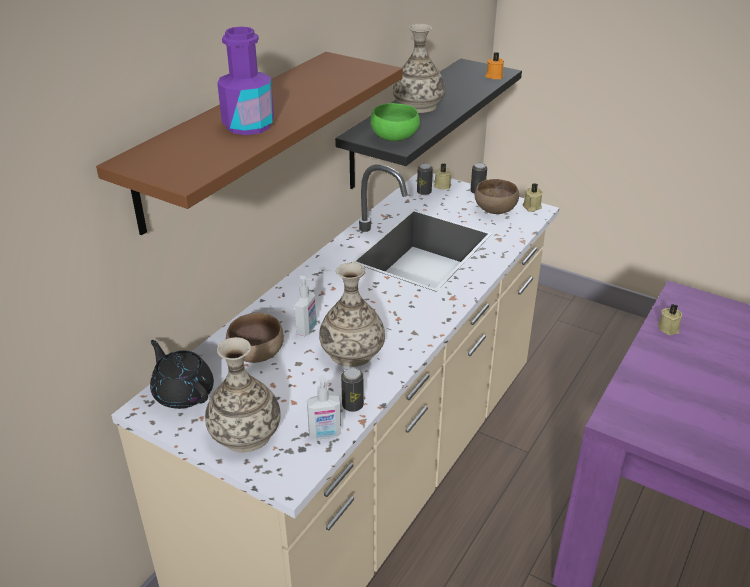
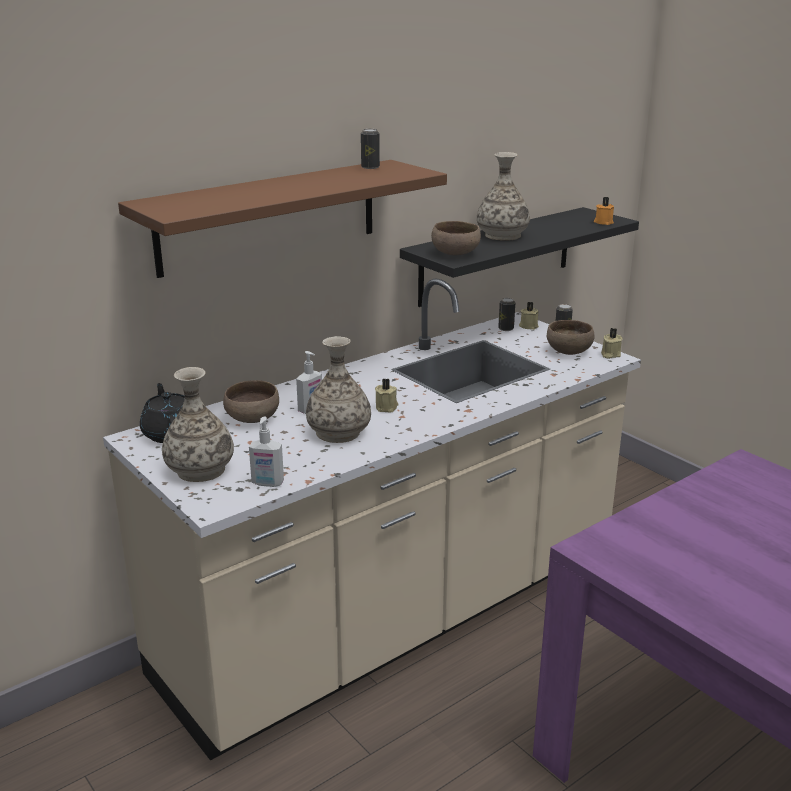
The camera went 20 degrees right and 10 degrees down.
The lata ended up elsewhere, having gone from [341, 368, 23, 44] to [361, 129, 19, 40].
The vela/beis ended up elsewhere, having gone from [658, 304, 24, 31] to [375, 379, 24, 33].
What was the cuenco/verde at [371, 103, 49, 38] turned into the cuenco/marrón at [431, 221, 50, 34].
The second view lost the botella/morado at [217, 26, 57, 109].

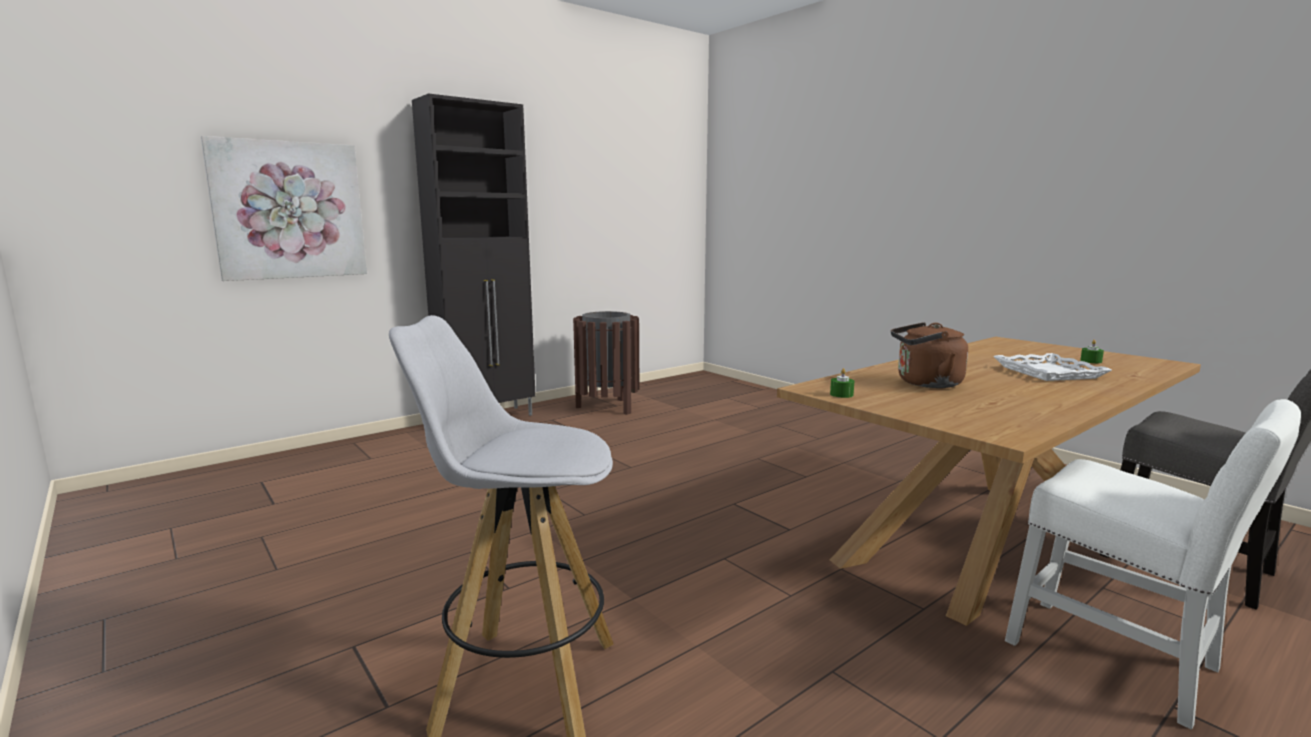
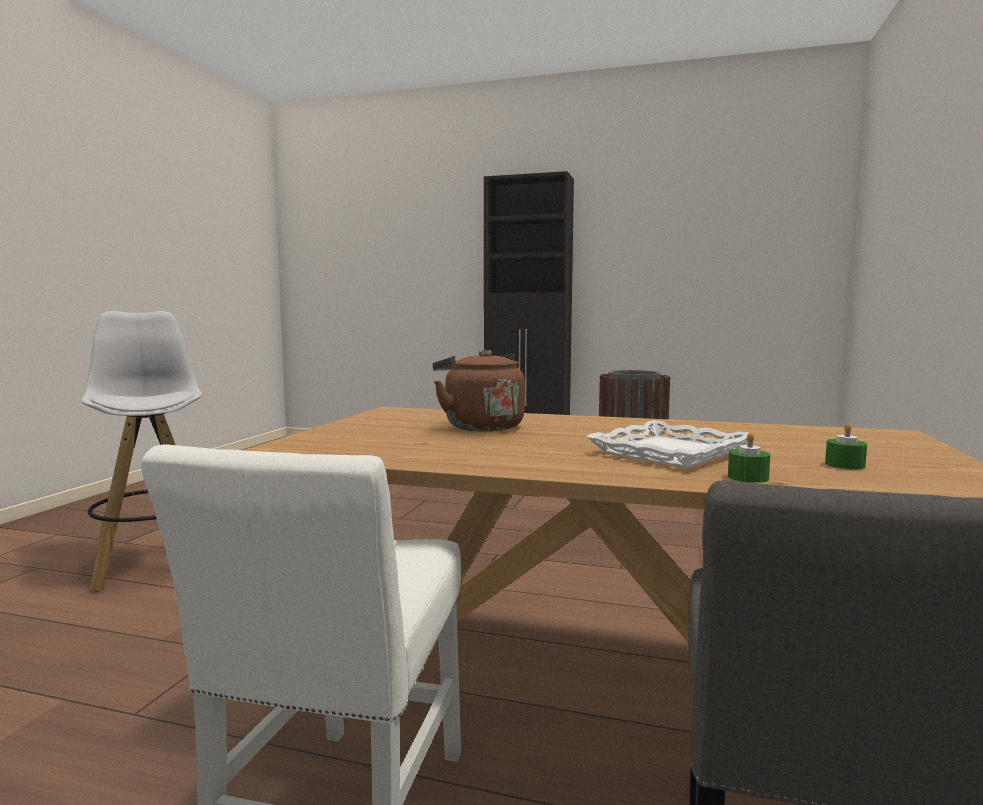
The camera went 55 degrees right and 5 degrees down.
The vela/verde ended up elsewhere, having gone from [830, 368, 24, 30] to [728, 432, 43, 51].
The second view lost the cuadro at [201, 136, 166, 145].

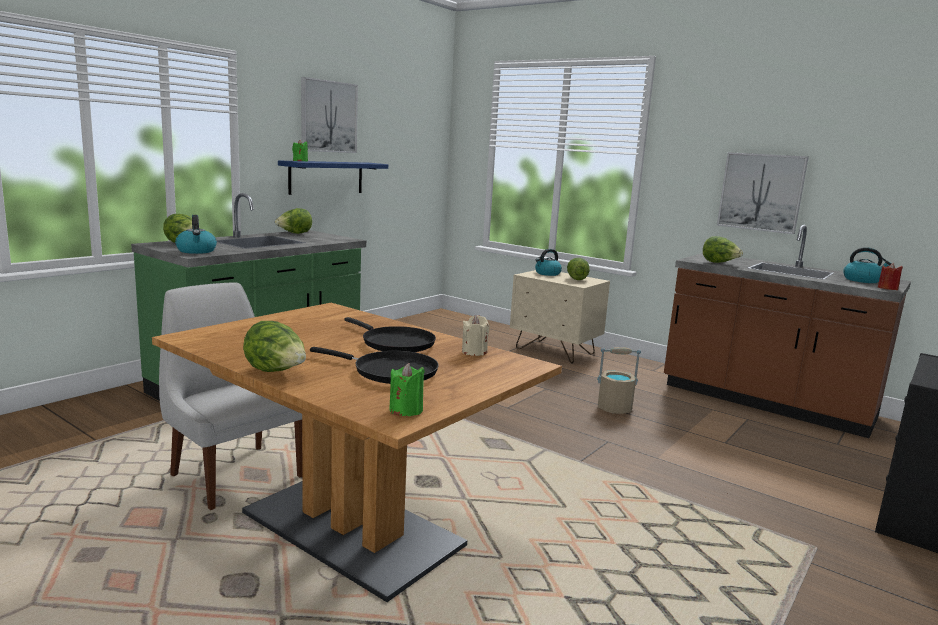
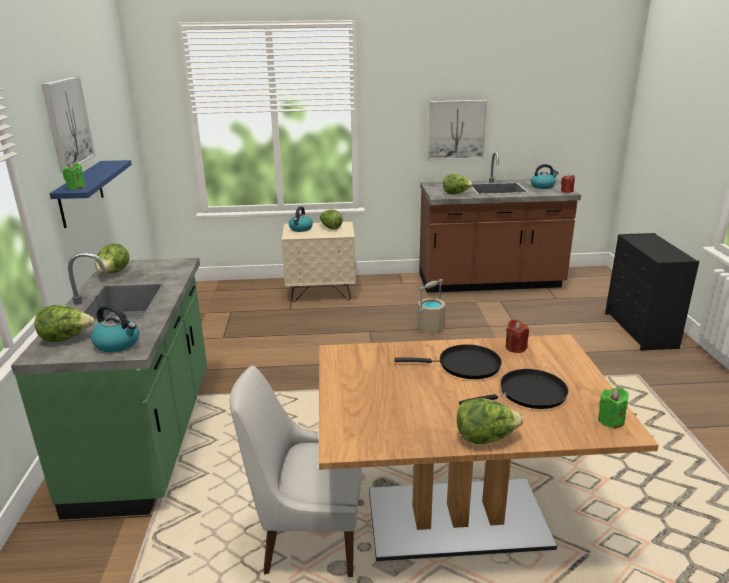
The camera went 40 degrees left and 10 degrees up.
What was the vela/beis at [462, 315, 27, 41] turned into the vela/rojo at [506, 319, 23, 34].

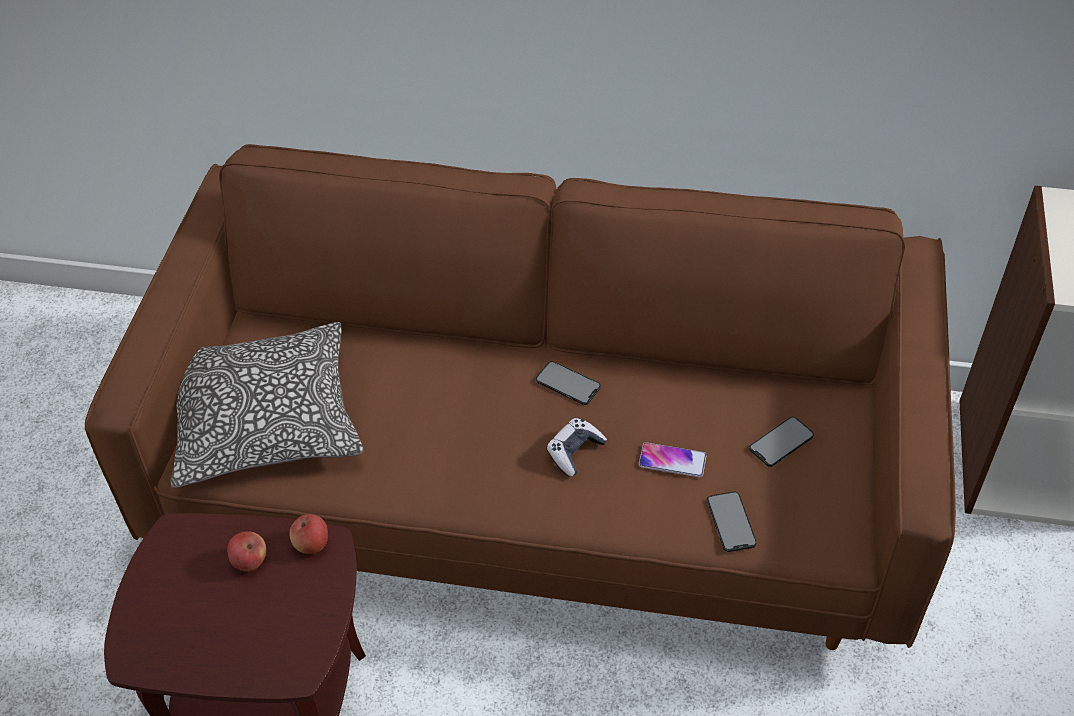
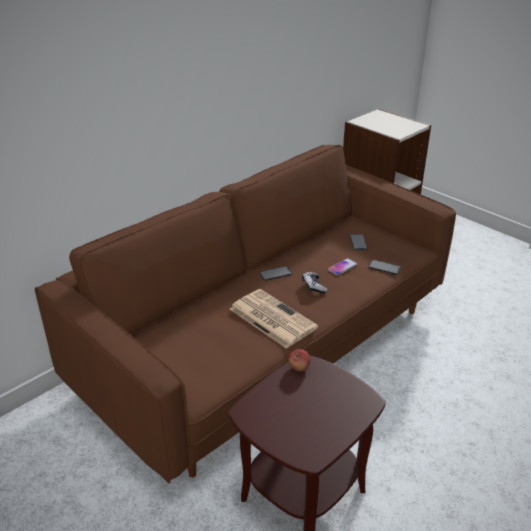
The camera went 55 degrees left and 15 degrees down.
The second view gained the periódico at [230, 289, 88, 60].
The second view lost the cojín at [171, 322, 193, 166].
The second view lost the manzana at [227, 531, 39, 40].

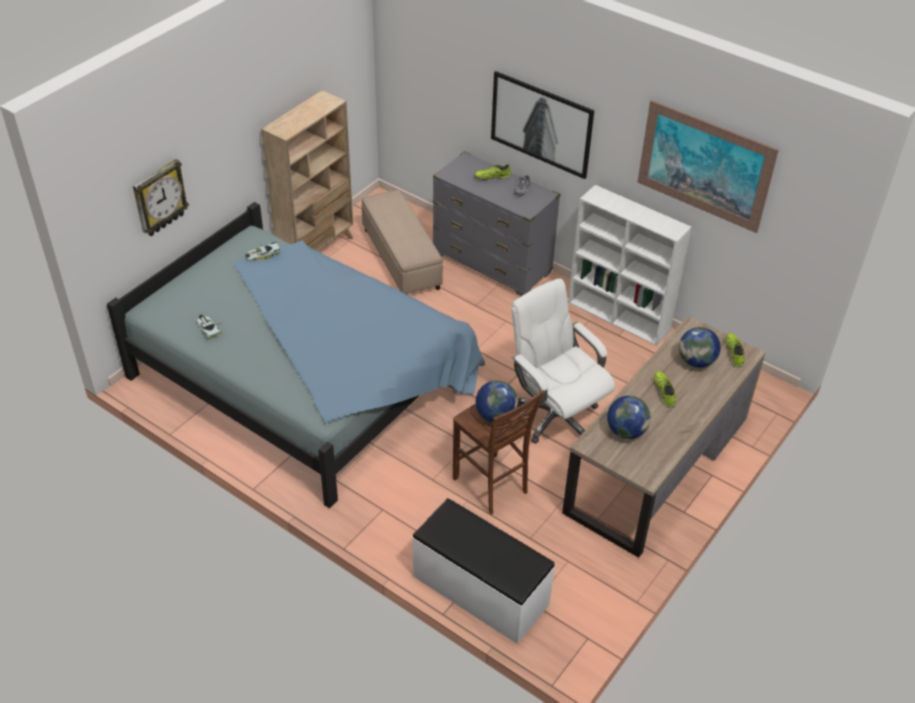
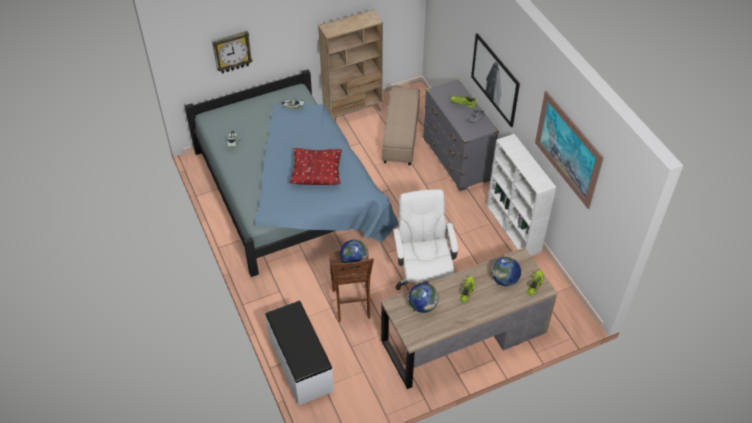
The camera went 30 degrees right and 5 degrees up.
The second view gained the cojín/rojo at [289, 148, 53, 37].

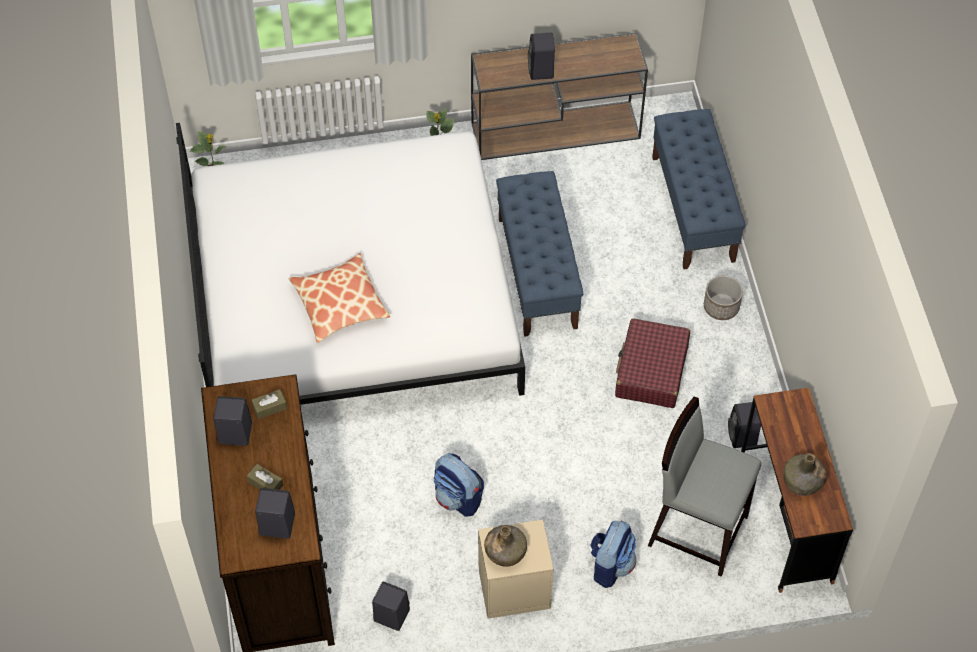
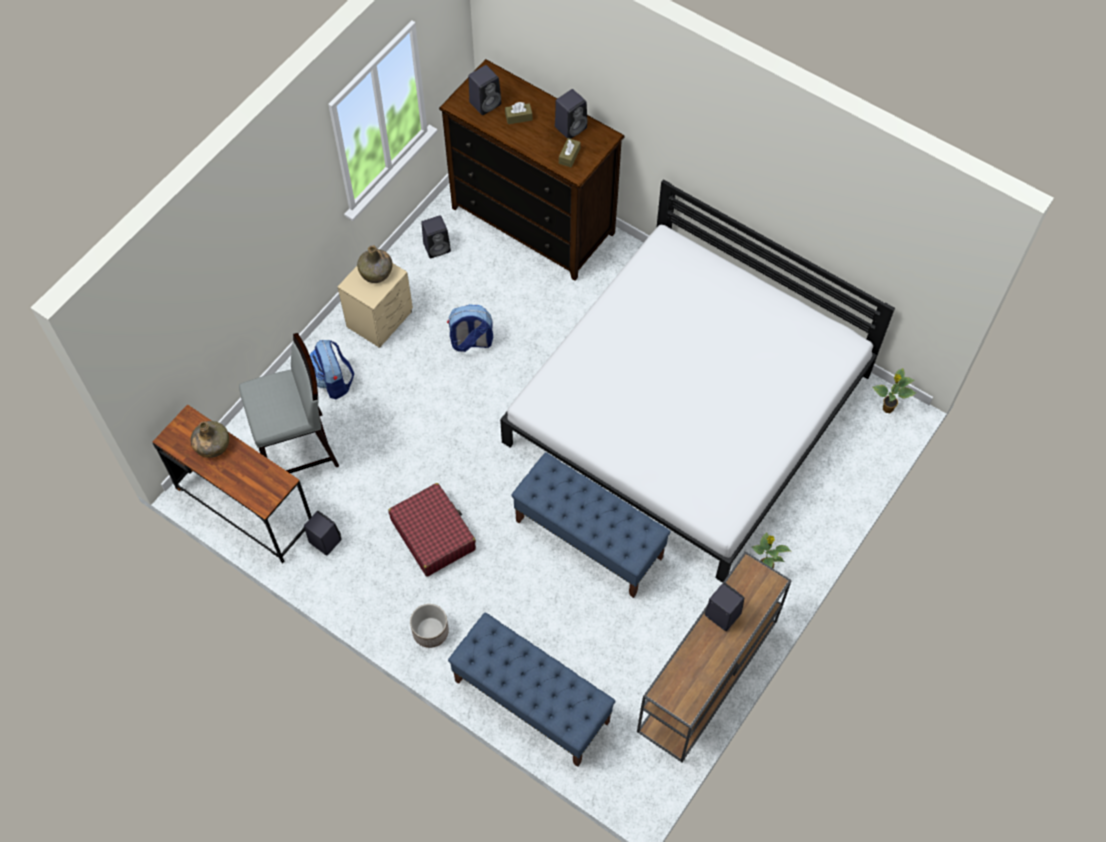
The camera went 135 degrees right and 5 degrees up.
The second view lost the cojín at [289, 253, 101, 90].

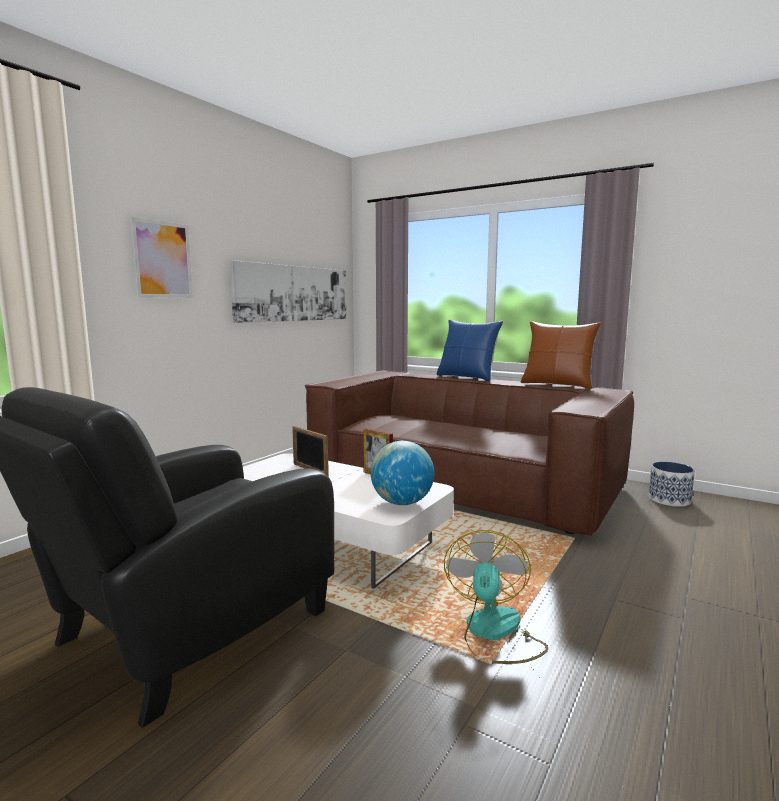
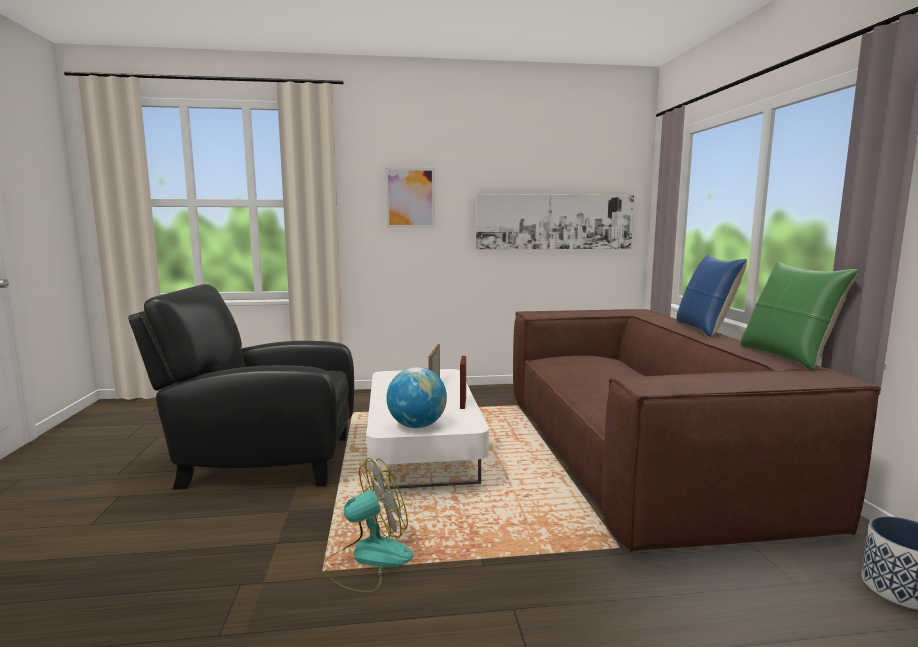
The camera went 50 degrees right and 0 degrees up.
What was the cojín/marrón at [521, 321, 80, 68] turned into the cojín/verde at [740, 261, 119, 109].

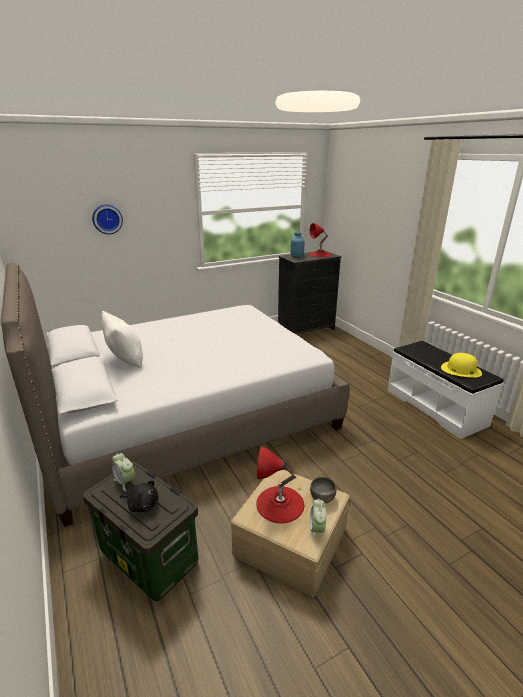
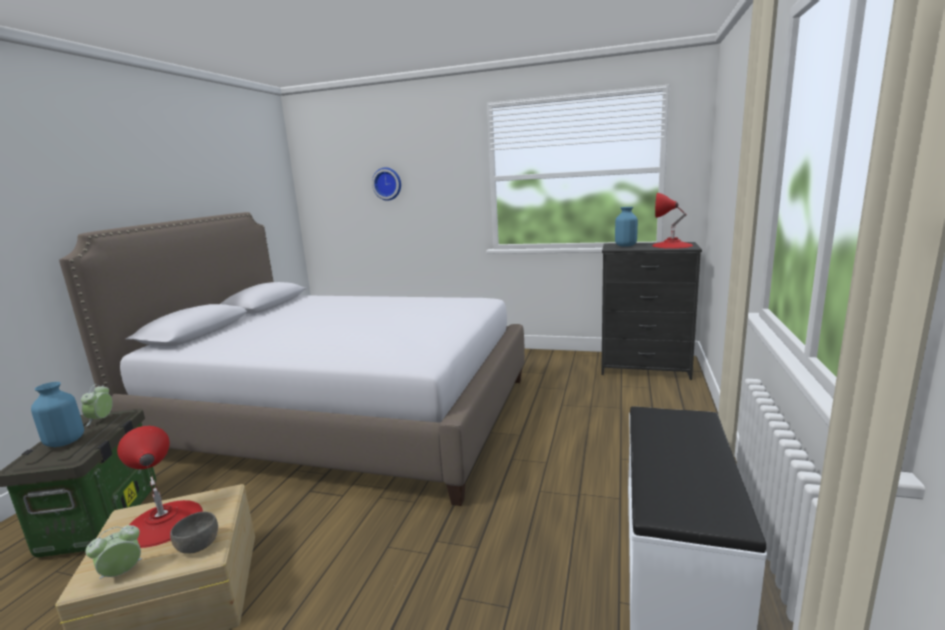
The camera went 45 degrees right and 10 degrees down.
Where the peluche/negro stood at [120, 480, 38, 32], the florero/azul came to stand at [31, 382, 53, 65].
The second view lost the cojín/blanco at [102, 311, 41, 57].
The second view lost the sombrero/amarillo at [441, 353, 41, 25].

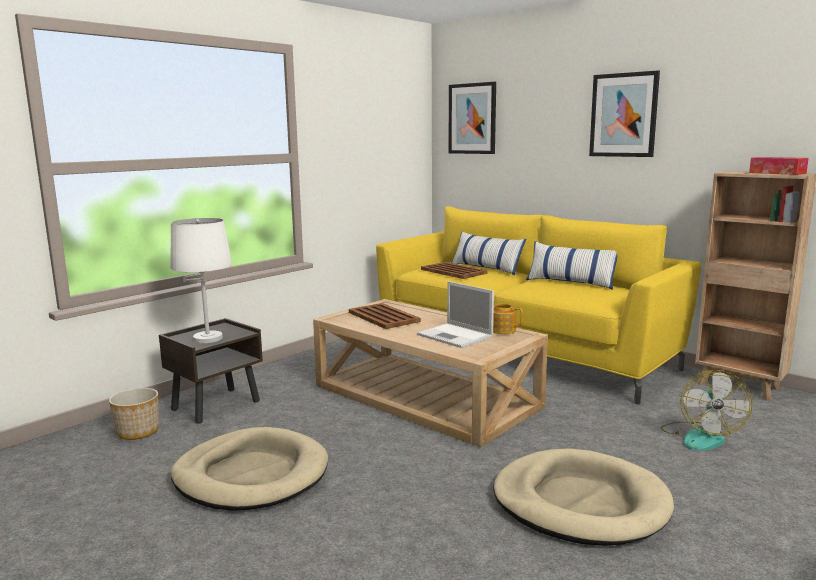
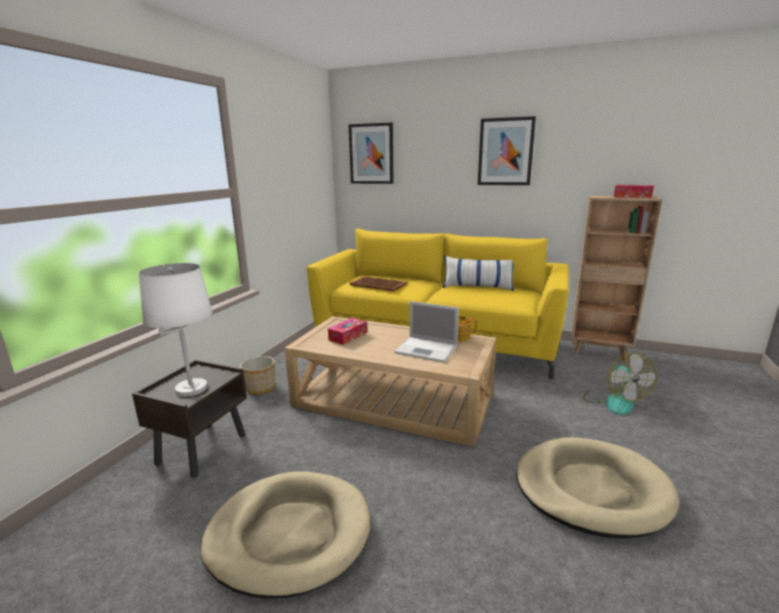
The camera went 20 degrees left and 5 degrees up.
The maceta ended up elsewhere, having gone from [109, 388, 50, 52] to [240, 356, 35, 39].
Where the bandeja/marrón stood at [349, 303, 72, 26], the caja de pañuelos came to stand at [328, 318, 39, 27].
The second view lost the cojín at [451, 232, 75, 43].

